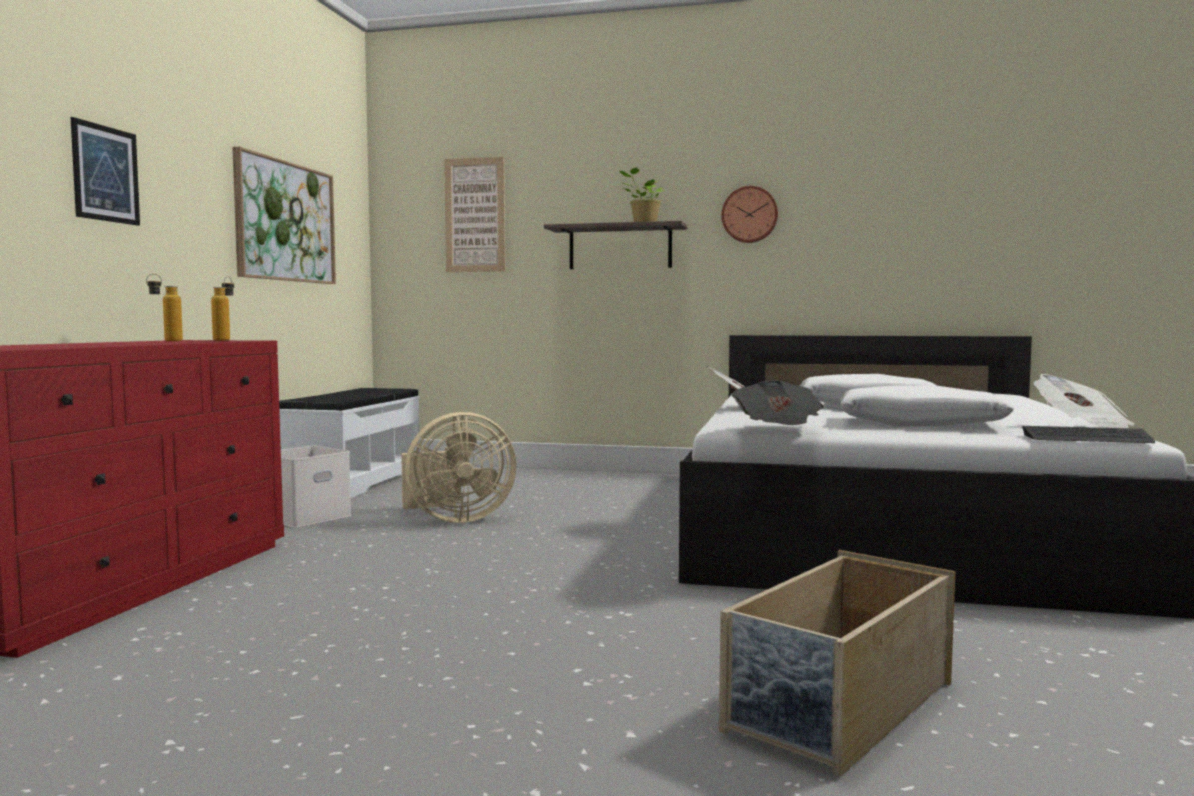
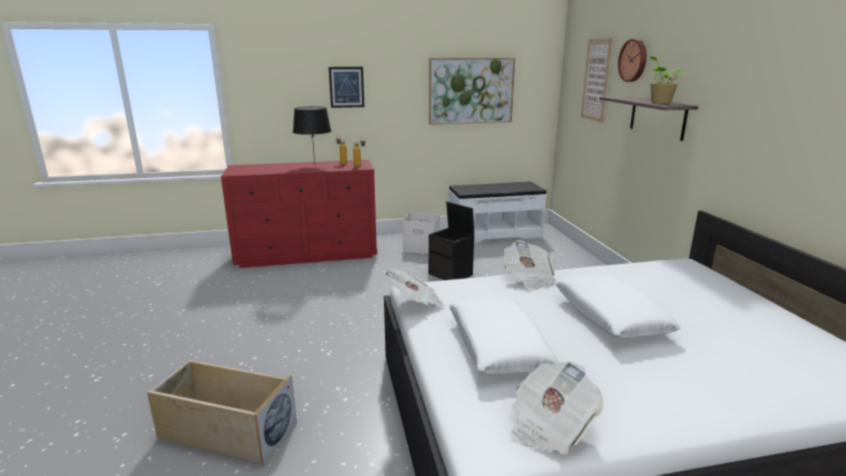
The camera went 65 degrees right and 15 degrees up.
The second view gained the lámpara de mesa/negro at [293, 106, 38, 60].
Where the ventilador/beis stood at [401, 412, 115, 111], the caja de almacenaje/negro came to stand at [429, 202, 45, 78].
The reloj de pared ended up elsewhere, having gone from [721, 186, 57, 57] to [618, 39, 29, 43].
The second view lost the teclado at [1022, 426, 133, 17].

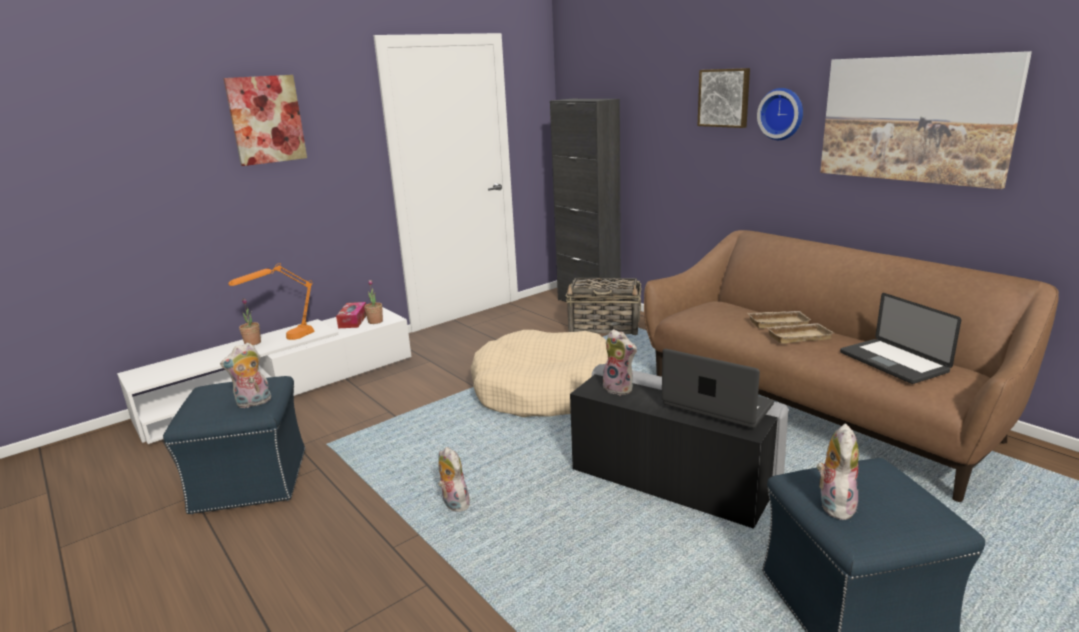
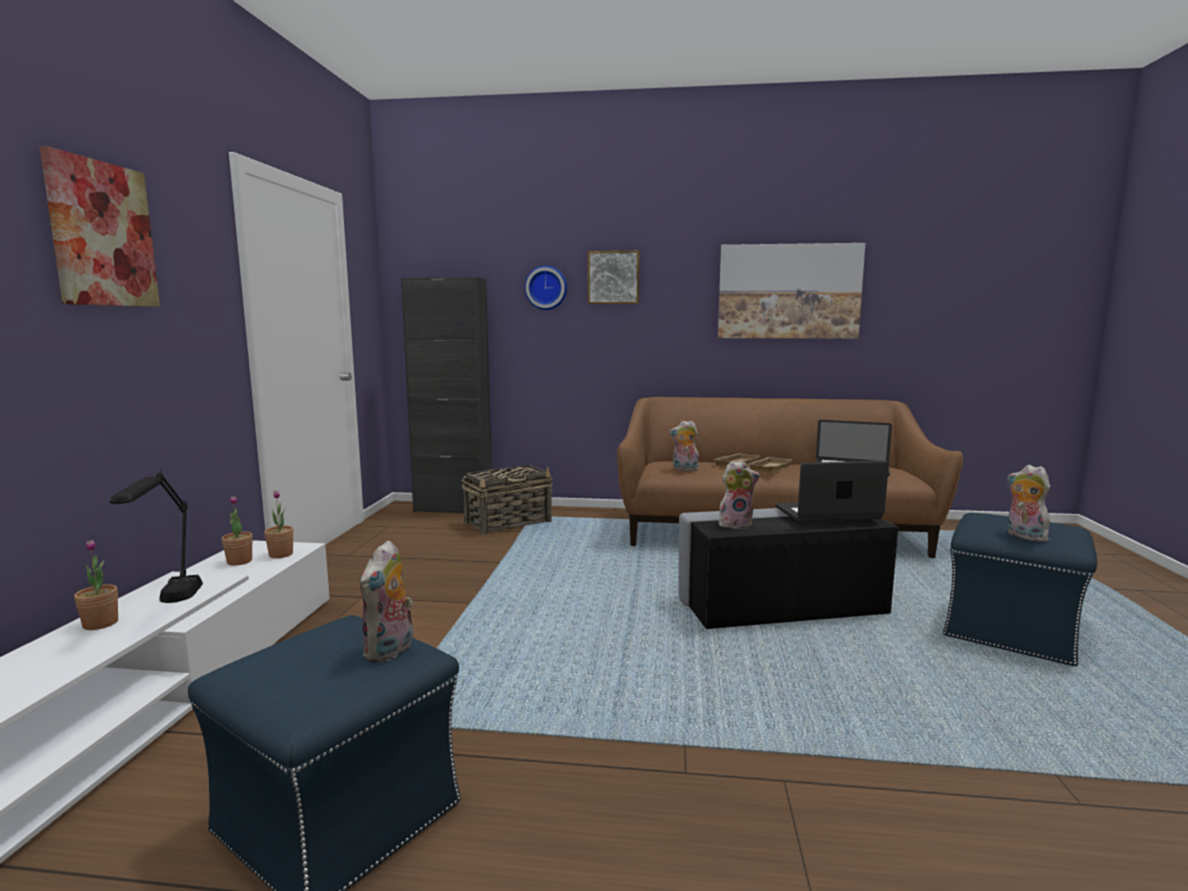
The camera went 45 degrees left and 10 degrees down.
What was the lámpara de mesa/naranja at [228, 263, 87, 77] turned into the lámpara de mesa/negro at [110, 468, 93, 135].
Where the caja de pañuelos stood at [336, 302, 30, 26], the planta en maceta came to stand at [222, 496, 31, 70].
The reloj de pared ended up elsewhere, having gone from [757, 88, 46, 52] to [525, 266, 42, 44].
The peluche ended up elsewhere, having gone from [438, 447, 32, 65] to [669, 420, 30, 51].
The second view lost the cama para perro/beis at [470, 330, 138, 87].

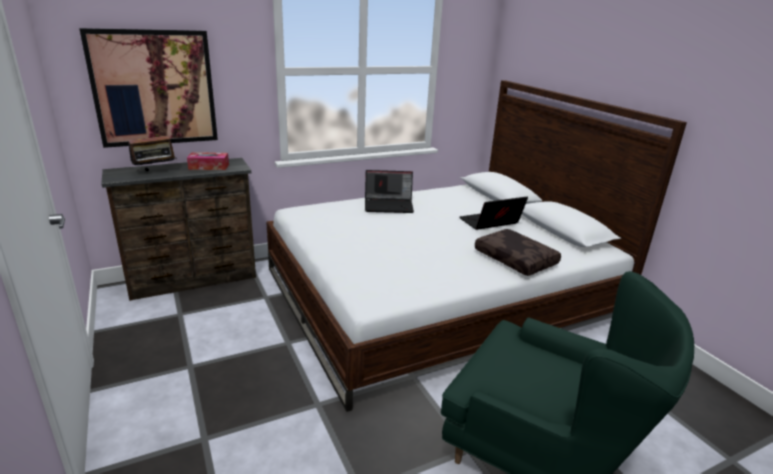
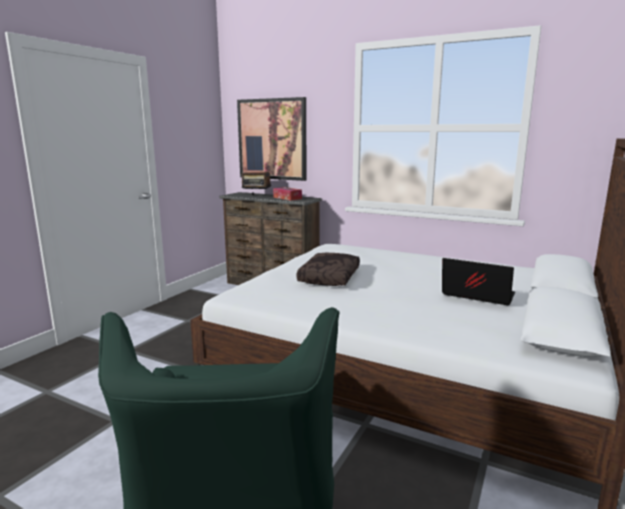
The camera went 55 degrees right and 10 degrees down.
The cojín/marrón ended up elsewhere, having gone from [475, 229, 86, 47] to [297, 253, 63, 33].
The second view lost the portátil at [365, 170, 49, 43].

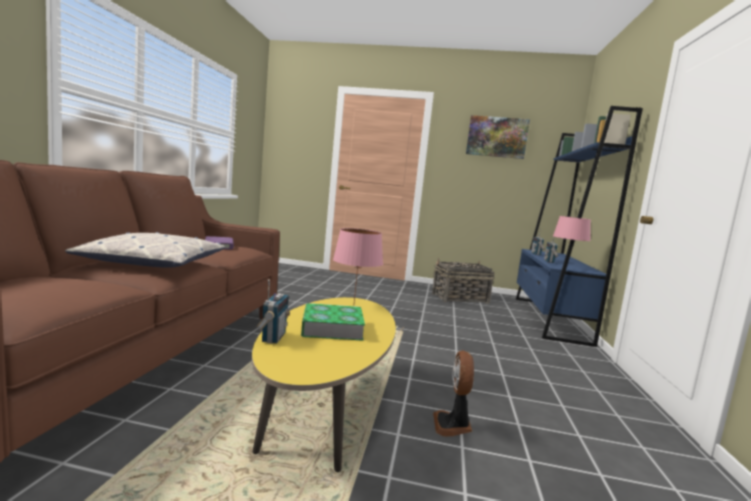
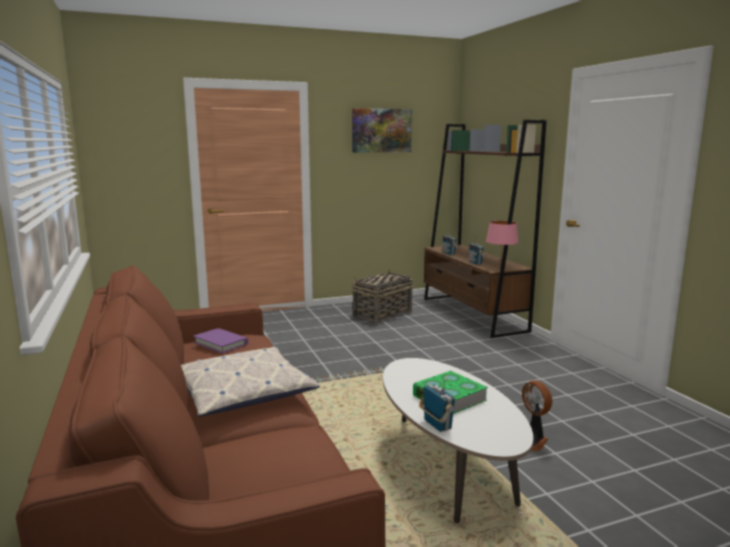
The camera went 30 degrees left and 5 degrees up.
What was the mesa de centro/amarillo at [252, 297, 144, 175] turned into the mesa de centro/blanco at [383, 358, 150, 165].
What was the estantería/azul at [516, 106, 127, 241] turned into the estantería/marrón at [424, 120, 123, 218].
The second view lost the lámpara de mesa/rosa at [333, 228, 50, 74].

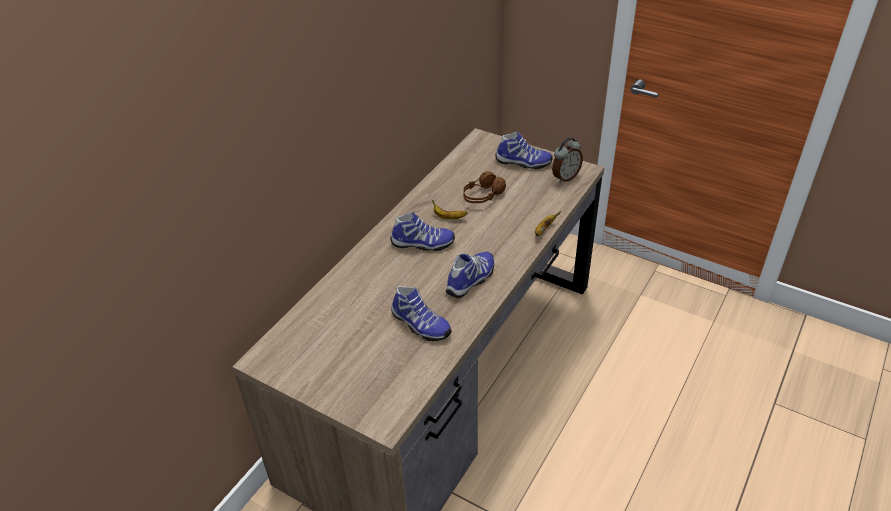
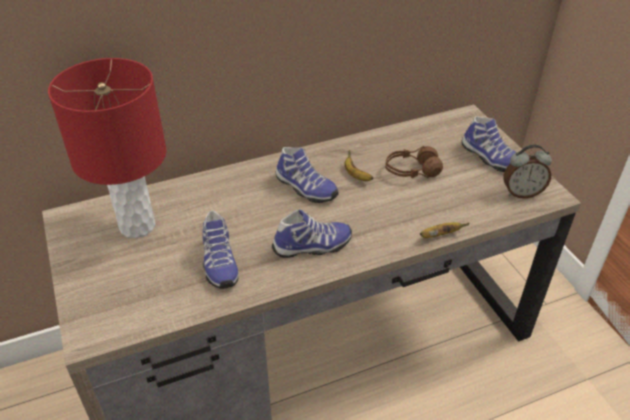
The camera went 35 degrees right and 0 degrees up.
The second view gained the lámpara de mesa/rojo at [48, 58, 119, 180].

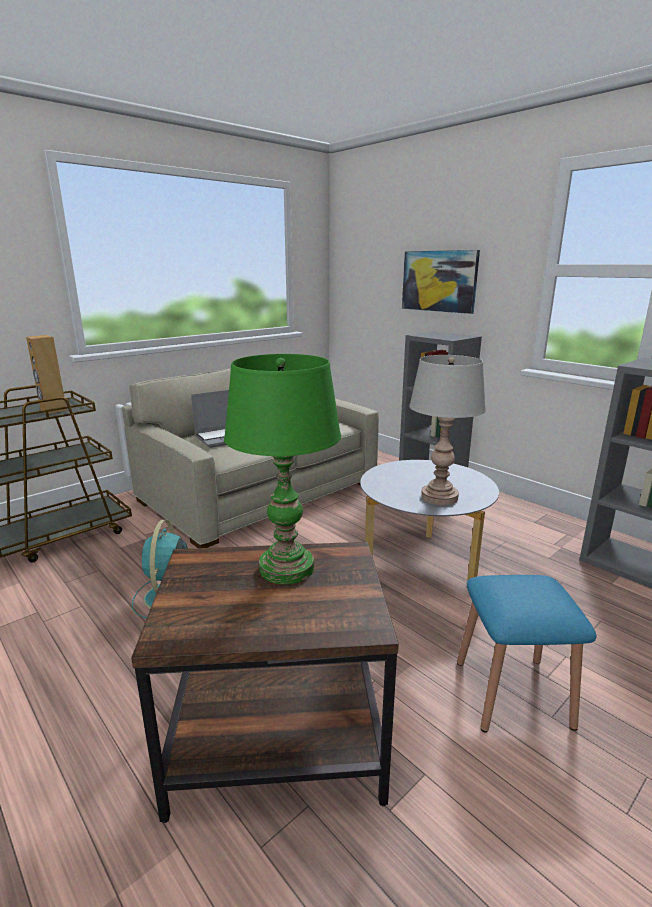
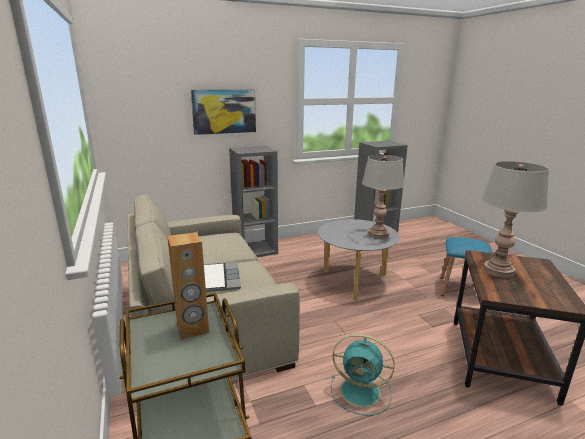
The camera went 70 degrees left and 0 degrees up.
What was the lámpara de mesa/verde at [224, 354, 117, 230] turned into the lámpara de mesa/gris at [481, 161, 68, 117].

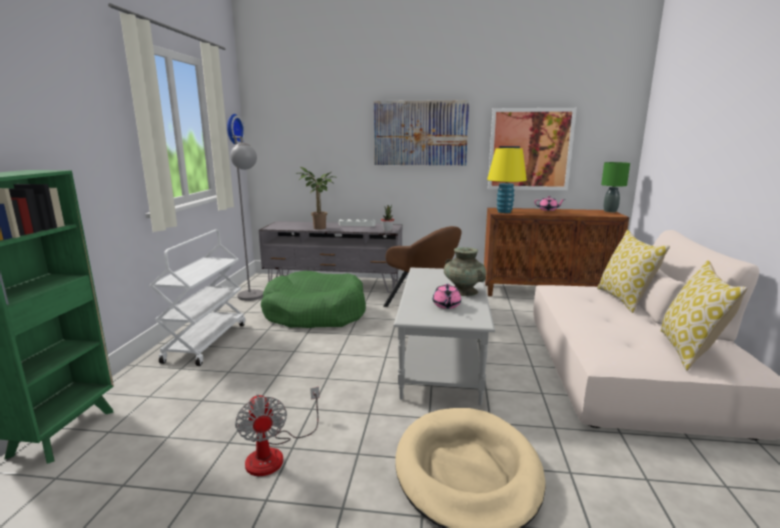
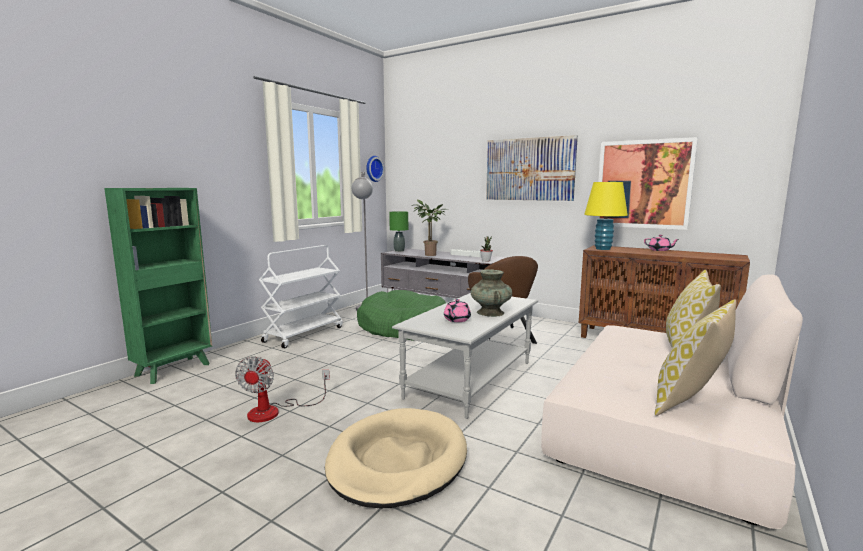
The camera went 25 degrees right and 5 degrees down.
The lámpara de mesa/verde ended up elsewhere, having gone from [601, 162, 29, 50] to [389, 211, 19, 41].

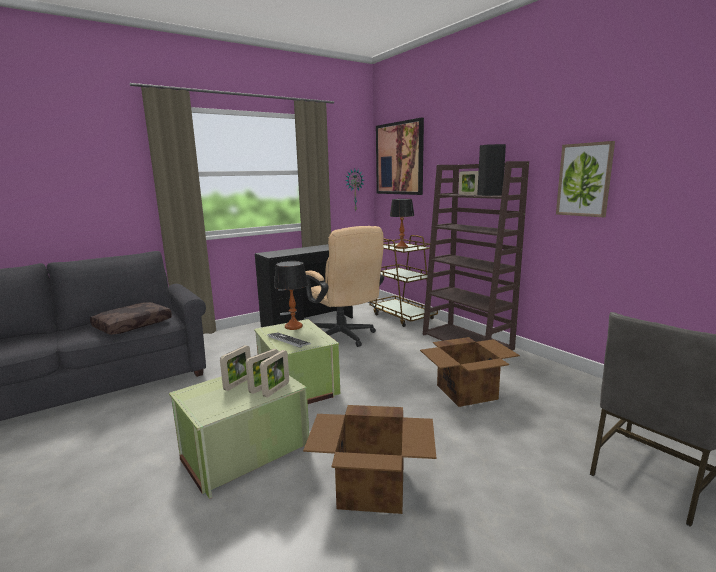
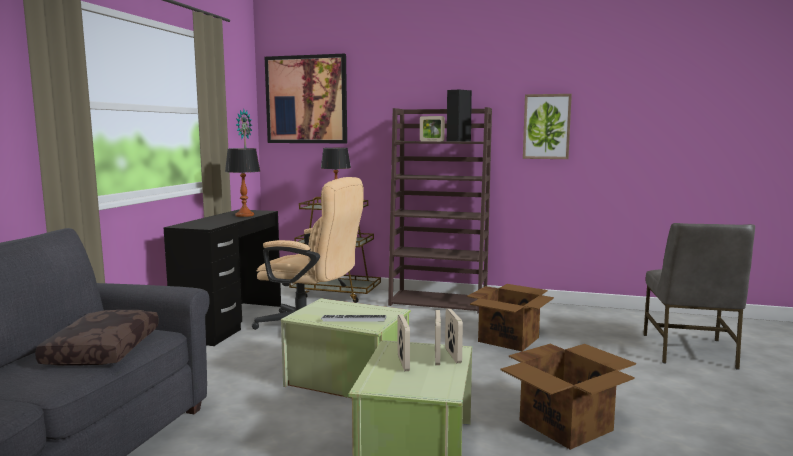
The camera went 40 degrees left and 5 degrees down.
The lámpara de mesa ended up elsewhere, having gone from [274, 261, 34, 69] to [225, 148, 35, 69].

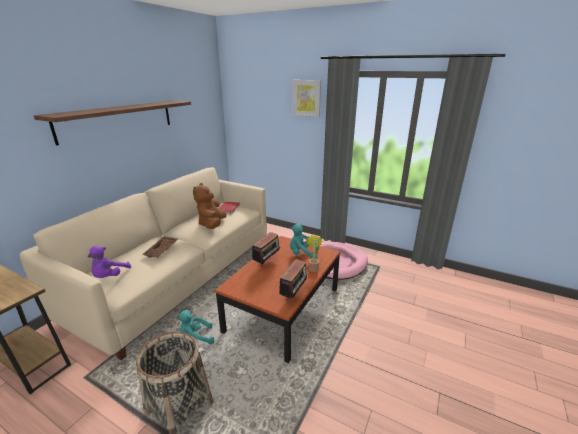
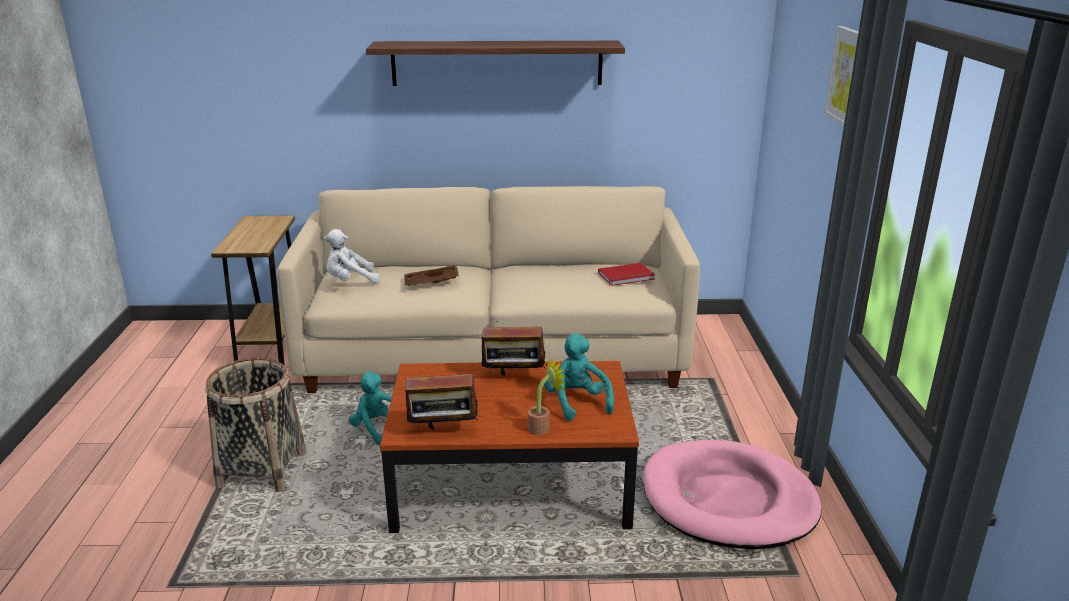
The camera went 60 degrees right and 0 degrees up.
What was the peluche/morado at [88, 246, 43, 32] turned into the peluche/blanco at [323, 229, 57, 54].
The second view lost the peluche/marrón at [193, 183, 34, 46].

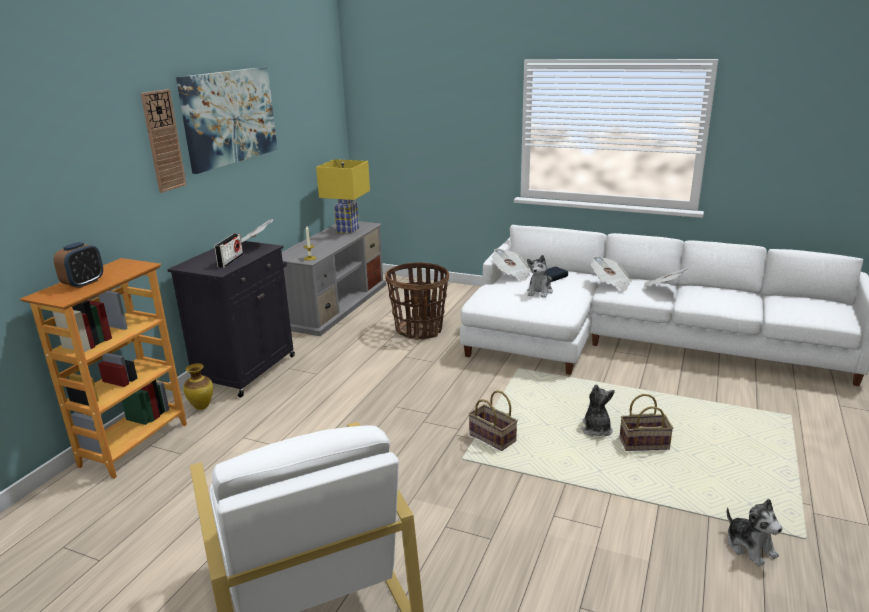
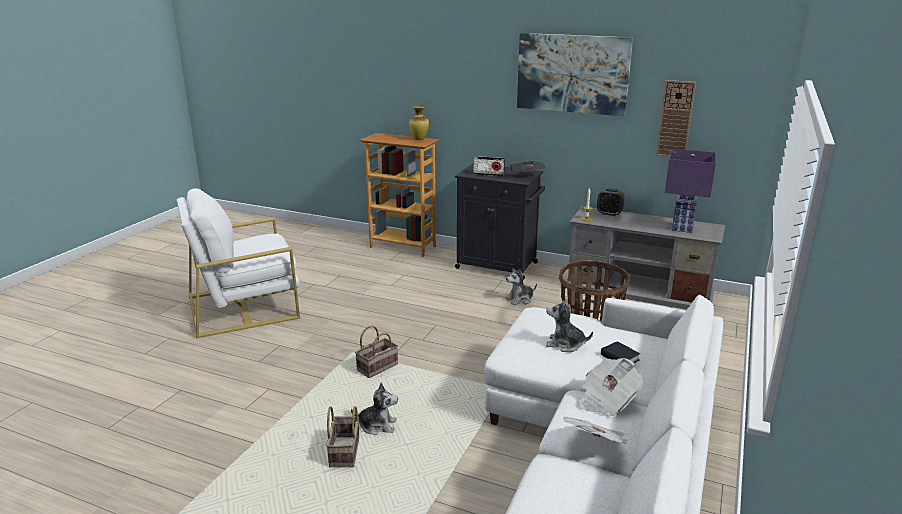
The camera went 90 degrees right and 0 degrees up.
The florero ended up elsewhere, having gone from [183, 363, 30, 47] to [409, 105, 20, 35].
The peluche ended up elsewhere, having gone from [727, 499, 55, 67] to [505, 268, 32, 37].
The despertador ended up elsewhere, having gone from [53, 242, 50, 46] to [597, 188, 28, 28].
The reloj de pared ended up elsewhere, having gone from [140, 89, 47, 104] to [656, 80, 40, 77].
What was the lámpara de mesa/amarillo at [316, 159, 54, 75] turned into the lámpara de mesa/morado at [665, 149, 51, 84].
The second view lost the periódico at [492, 248, 39, 33].

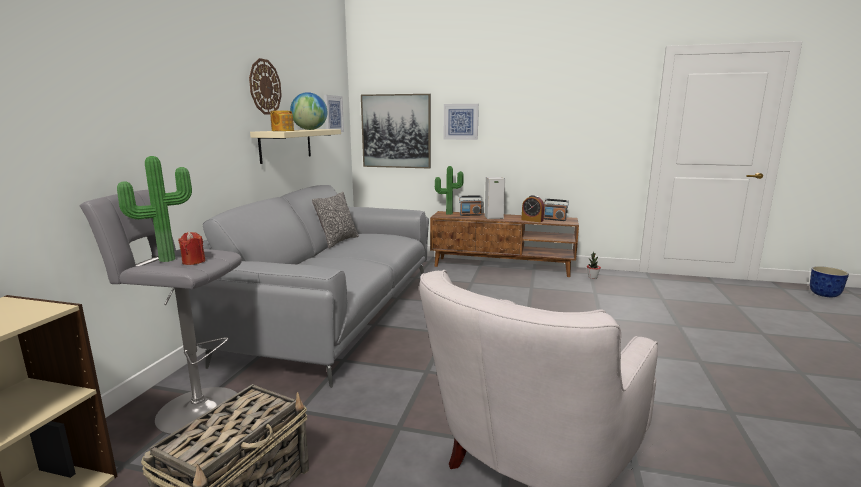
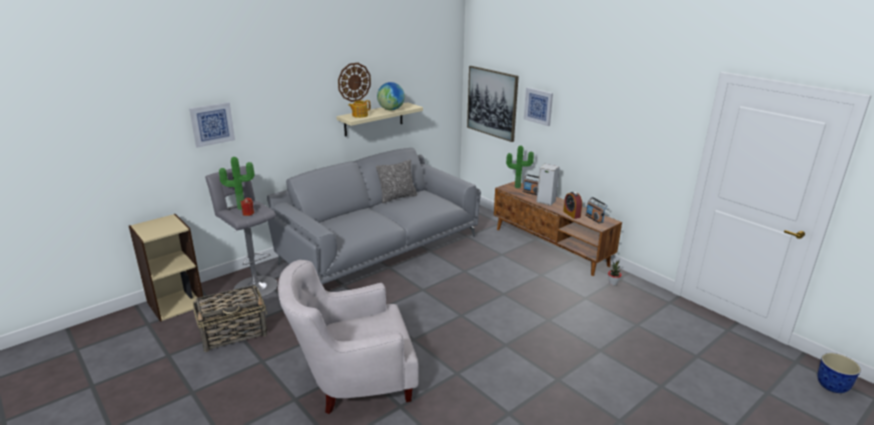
The camera went 35 degrees right and 10 degrees up.
The cuadro ended up elsewhere, having gone from [324, 95, 20, 37] to [189, 102, 46, 46].

